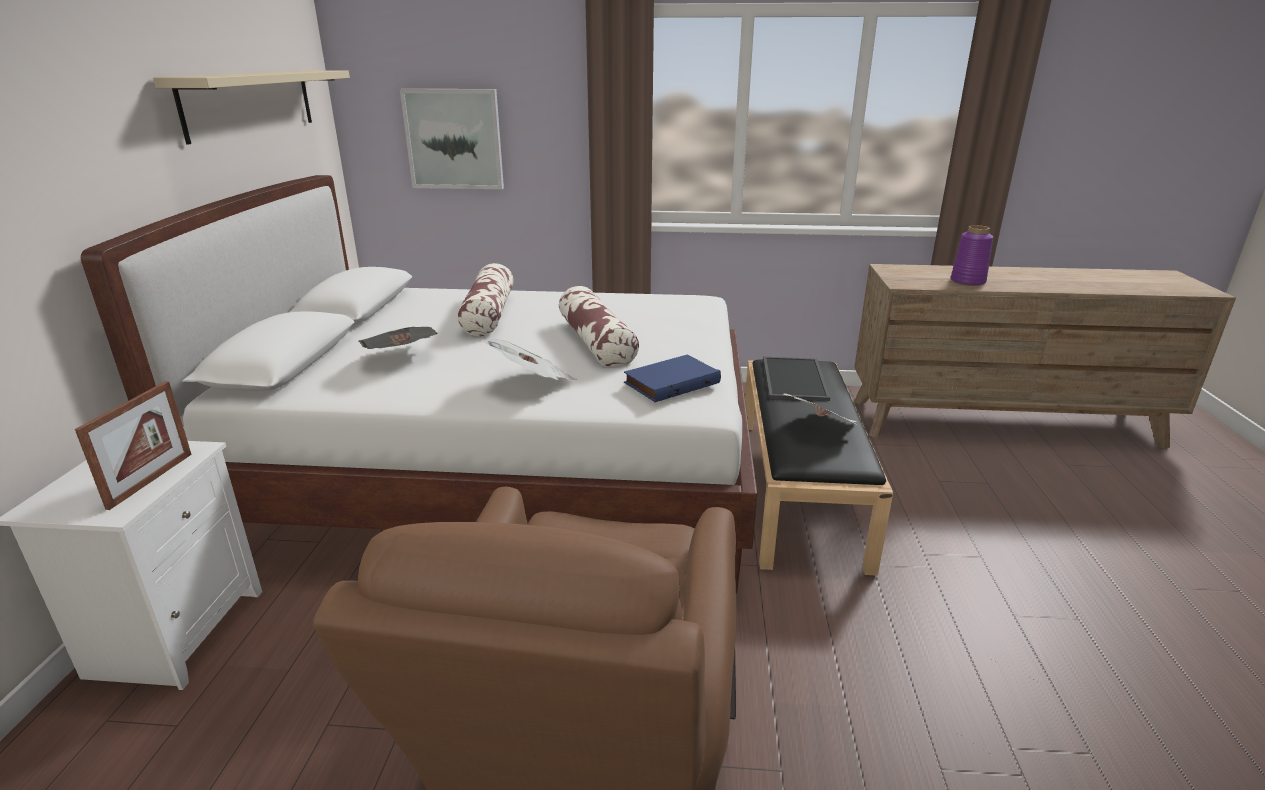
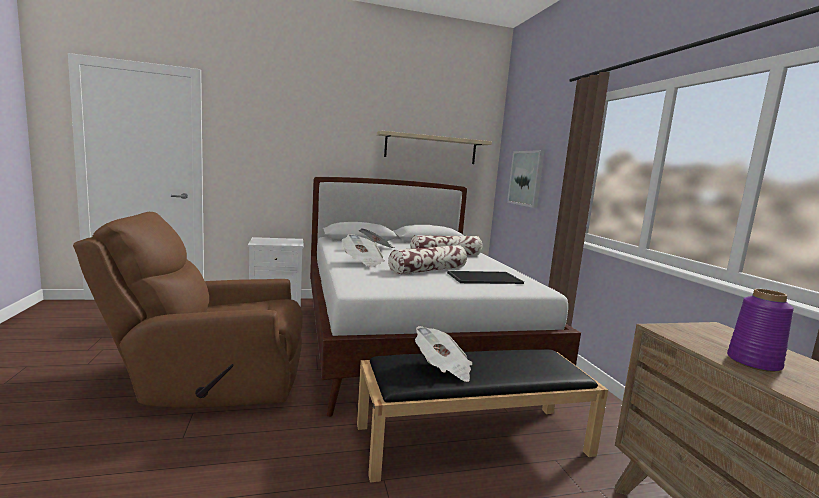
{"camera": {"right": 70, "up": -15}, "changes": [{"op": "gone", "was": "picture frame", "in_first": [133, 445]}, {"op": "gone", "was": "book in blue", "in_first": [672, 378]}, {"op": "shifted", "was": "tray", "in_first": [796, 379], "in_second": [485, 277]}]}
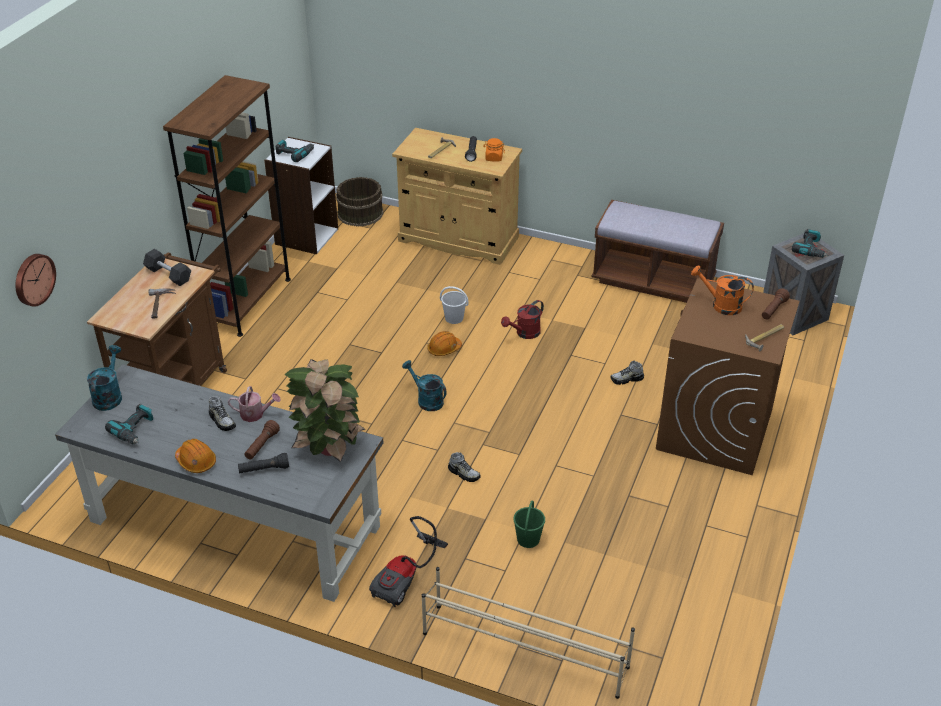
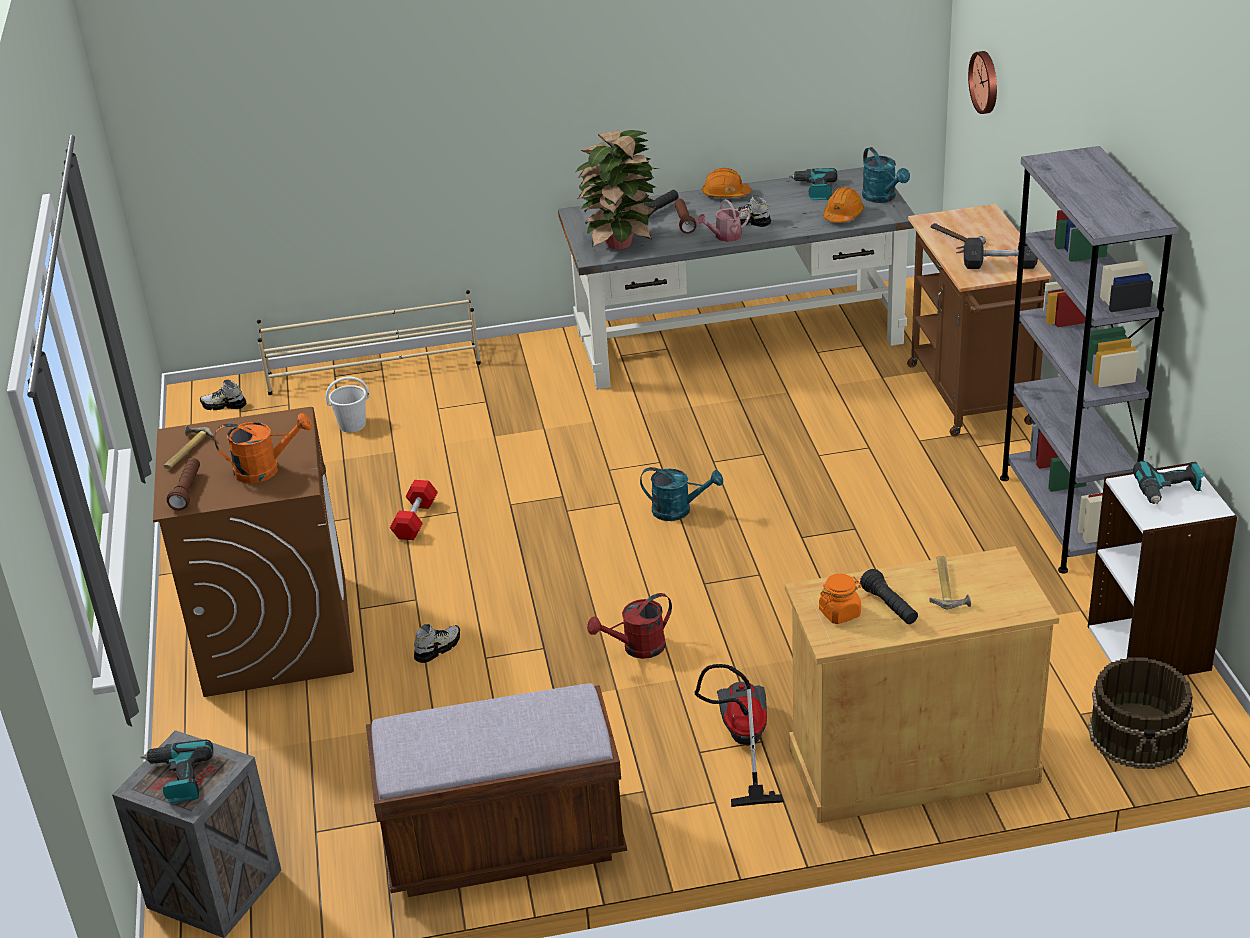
{"camera": {"right": 150, "up": -5}, "changes": [{"op": "repainted", "was": "bookcase in brown", "now": "bookcase in grey", "in_first": [227, 206], "in_second": [1089, 359]}, {"op": "shifted", "was": "vacuum cleaner", "in_first": [408, 561], "in_second": [739, 735]}, {"op": "shifted", "was": "hard hat in orange", "in_first": [444, 343], "in_second": [843, 205]}, {"op": "shifted", "was": "bucket in white", "in_first": [454, 305], "in_second": [348, 404]}, {"op": "shifted", "was": "shoe", "in_first": [464, 467], "in_second": [223, 395]}, {"op": "rotated", "was": "watering can in red", "in_first": [522, 319], "in_second": [629, 626], "clockwise": -135}, {"op": "gone", "was": "bucket in green", "in_first": [529, 524]}, {"op": "new", "now": "dumbbell in red", "in_second": [414, 510]}]}
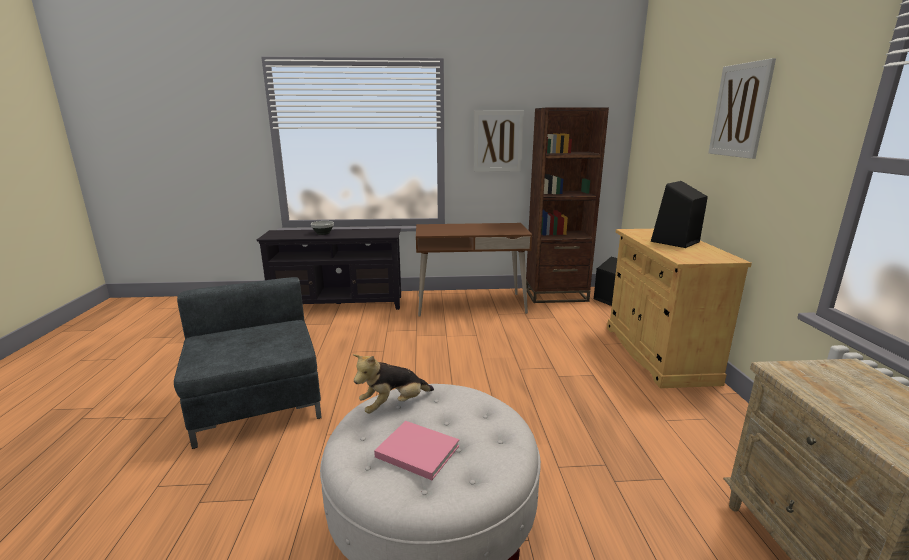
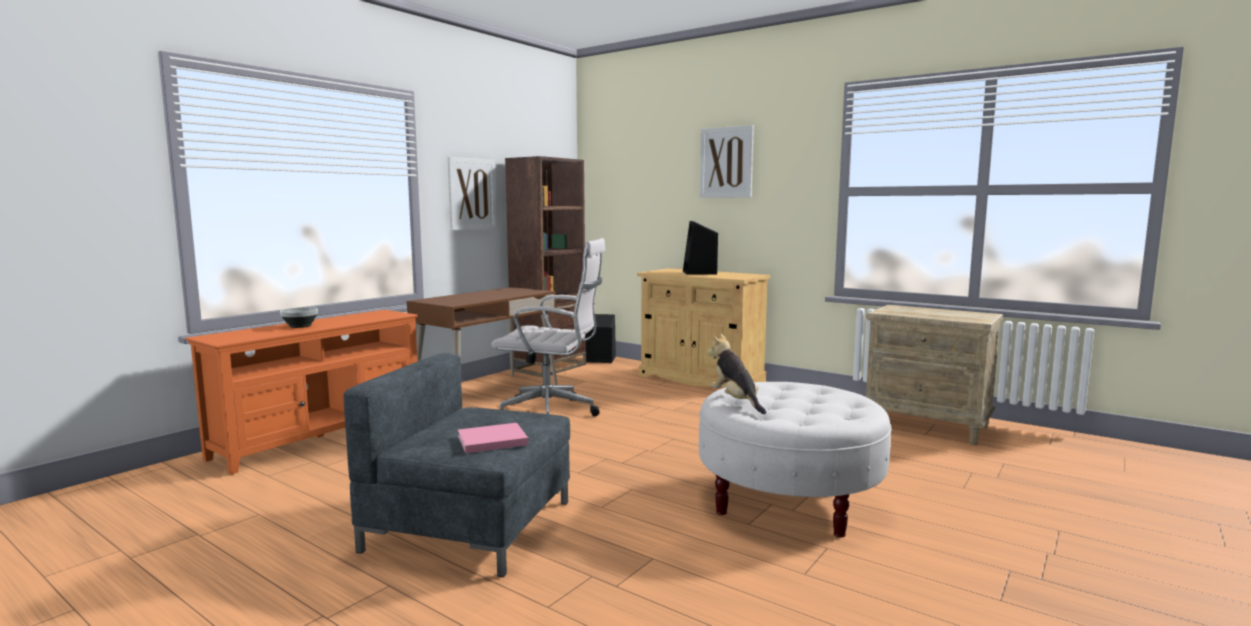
{"camera": {"right": -50, "up": -10}, "changes": [{"op": "repainted", "was": "tv stand in black", "now": "tv stand in orange", "in_first": [329, 269], "in_second": [301, 392]}, {"op": "rotated", "was": "plush toy", "in_first": [393, 384], "in_second": [736, 373], "clockwise": 150}, {"op": "shifted", "was": "book in pink", "in_first": [416, 450], "in_second": [493, 438]}, {"op": "new", "now": "office chair in white", "in_second": [548, 327]}]}
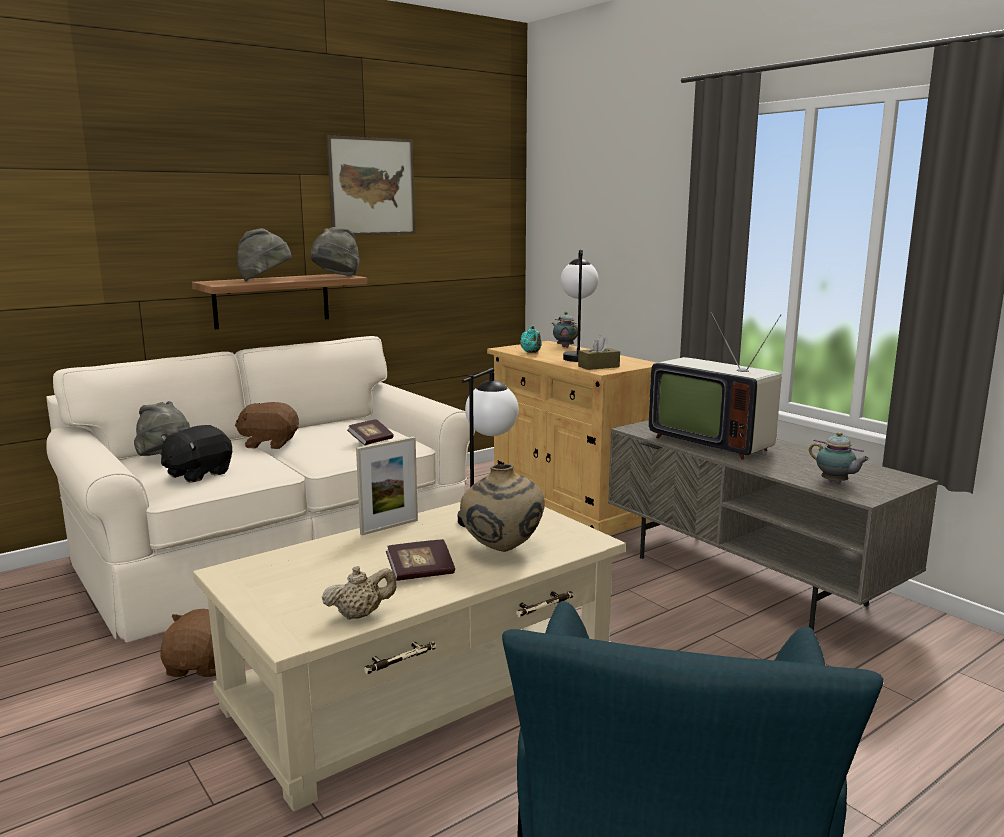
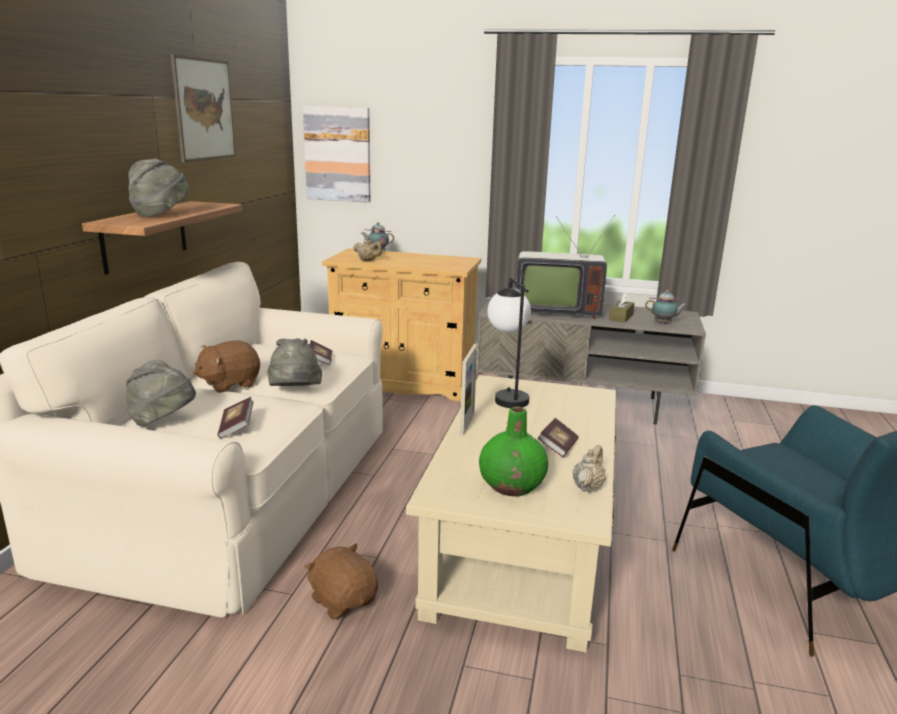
{"camera": {"right": -40, "up": 5}, "changes": [{"op": "swapped", "was": "plush toy in black", "now": "book", "in_first": [196, 454], "in_second": [235, 418]}, {"op": "shifted", "was": "hat in grey", "in_first": [335, 251], "in_second": [294, 362]}, {"op": "gone", "was": "vase in beige", "in_first": [502, 508]}, {"op": "repainted", "was": "teapot in turquoise", "now": "teapot in beige", "in_first": [531, 339], "in_second": [367, 249]}, {"op": "gone", "was": "table lamp", "in_first": [580, 305]}, {"op": "shifted", "was": "tissue box in brown", "in_first": [599, 352], "in_second": [622, 307]}, {"op": "new", "now": "picture", "in_second": [337, 154]}, {"op": "new", "now": "vase in green", "in_second": [513, 452]}]}
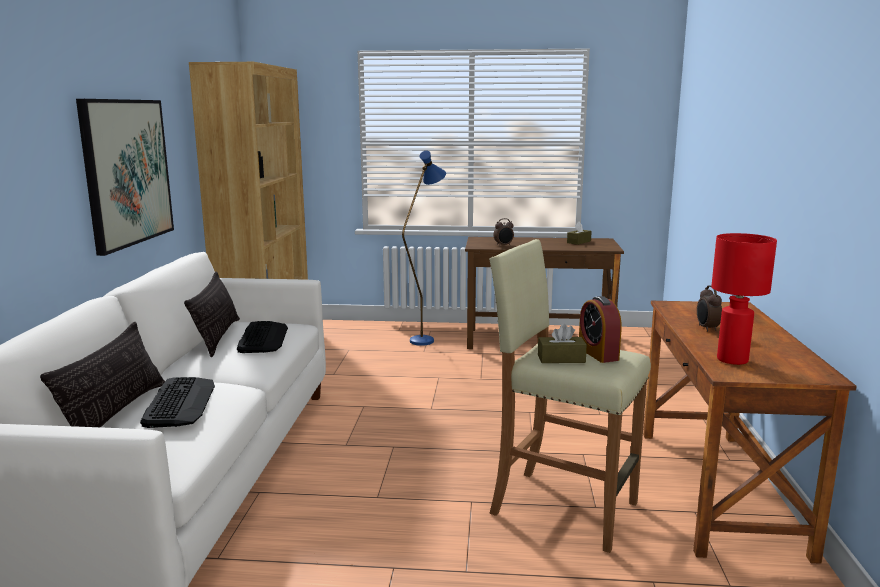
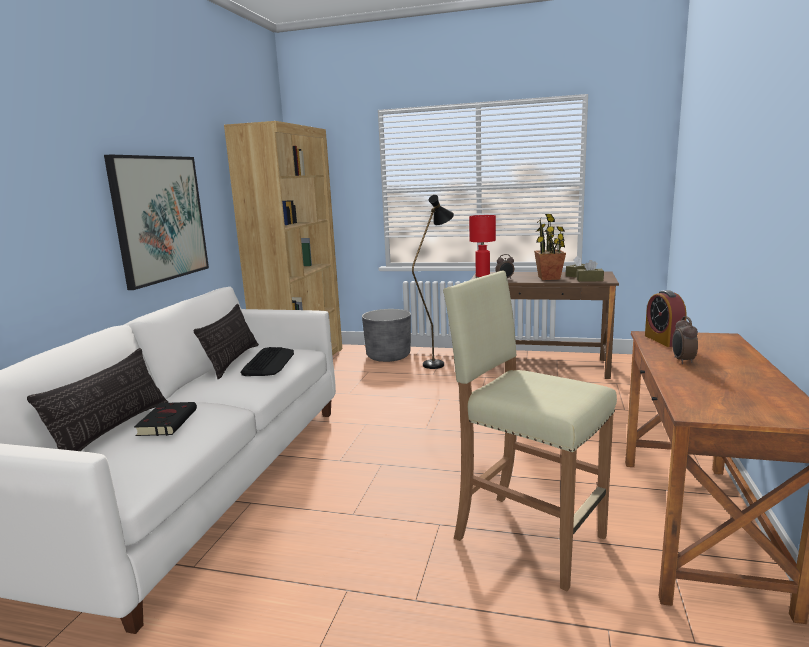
{"camera": {"right": 10, "up": 0}, "changes": [{"op": "swapped", "was": "keyboard", "now": "book in black", "in_first": [177, 402], "in_second": [165, 419]}, {"op": "repainted", "was": "floor lamp in blue", "now": "floor lamp in black", "in_first": [424, 248], "in_second": [433, 282]}, {"op": "shifted", "was": "tissue box in brown", "in_first": [562, 343], "in_second": [590, 271]}, {"op": "shifted", "was": "alarm clock", "in_first": [600, 329], "in_second": [665, 318]}, {"op": "shifted", "was": "table lamp in red", "in_first": [744, 299], "in_second": [482, 246]}, {"op": "new", "now": "planter in grey", "in_second": [386, 335]}, {"op": "new", "now": "potted plant", "in_second": [550, 247]}]}
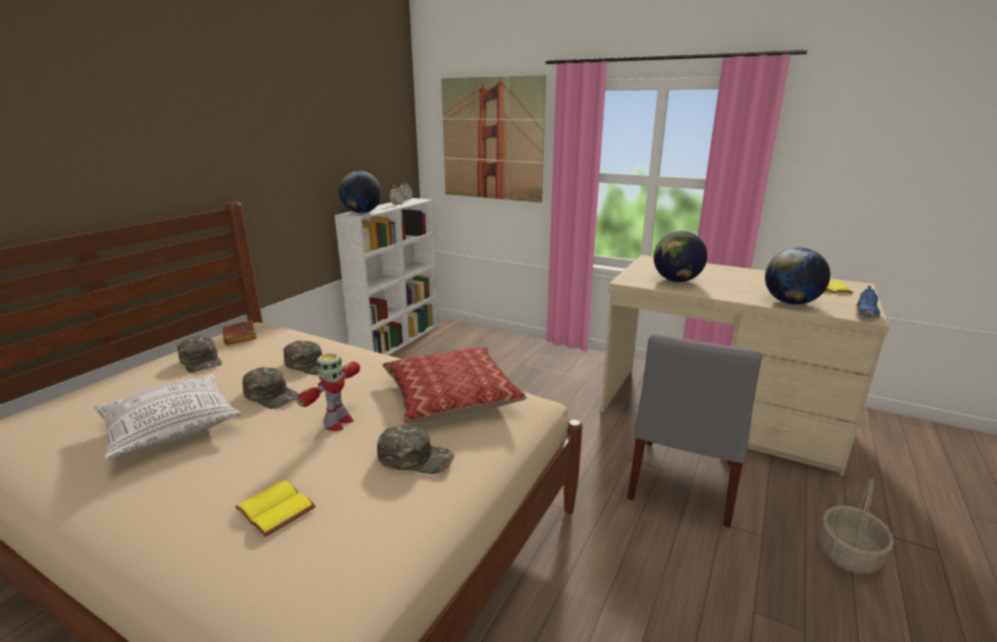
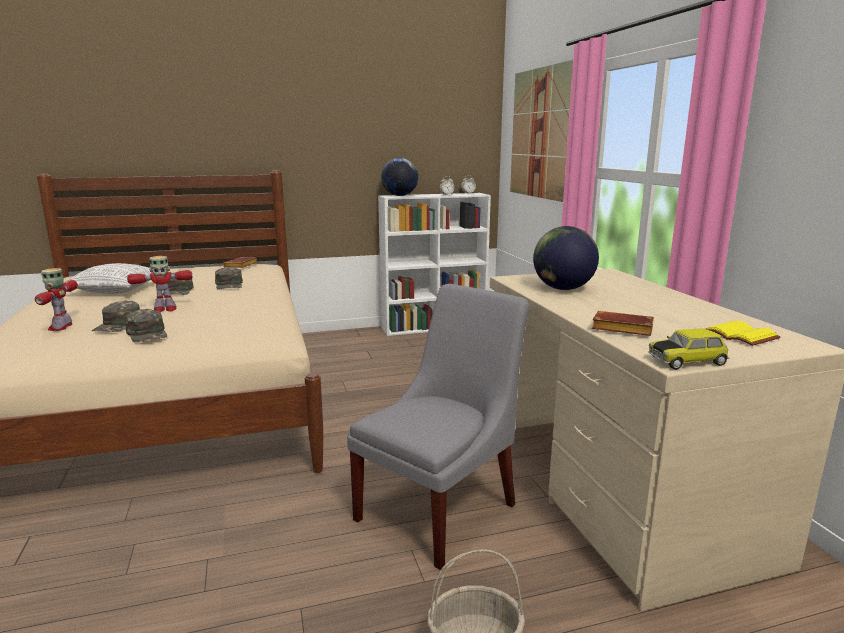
{"camera": {"right": 45, "up": -5}, "changes": [{"op": "shifted", "was": "cap in green", "in_first": [199, 354], "in_second": [116, 316]}, {"op": "swapped", "was": "book in yellow", "now": "toy robot", "in_first": [275, 508], "in_second": [56, 299]}, {"op": "gone", "was": "pillow", "in_first": [454, 385]}, {"op": "rotated", "was": "chair in grey", "in_first": [694, 431], "in_second": [438, 427], "clockwise": 150}, {"op": "swapped", "was": "globe", "now": "book in brown", "in_first": [797, 276], "in_second": [623, 323]}, {"op": "swapped", "was": "shoe in blue", "now": "toy car", "in_first": [868, 302], "in_second": [688, 349]}]}
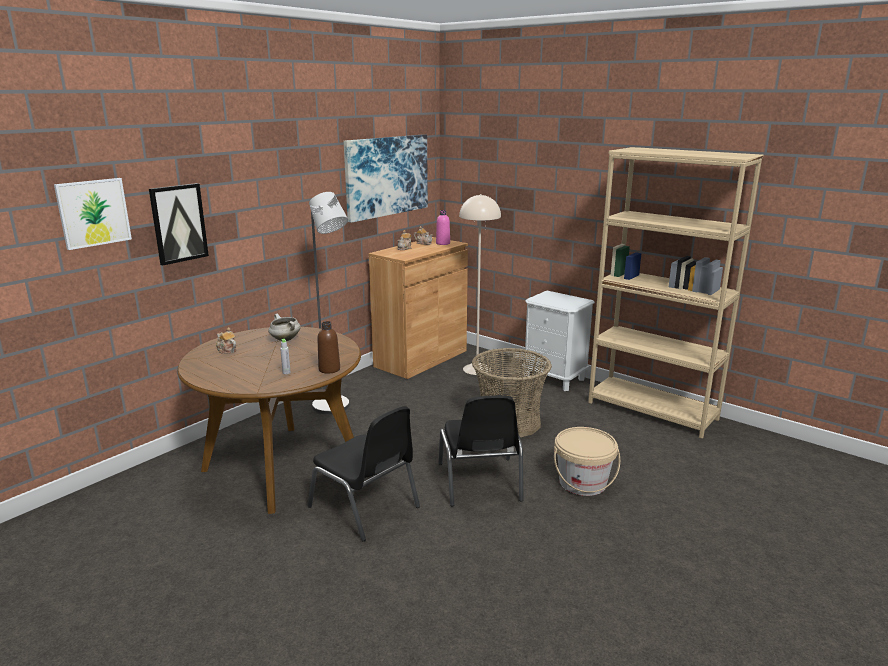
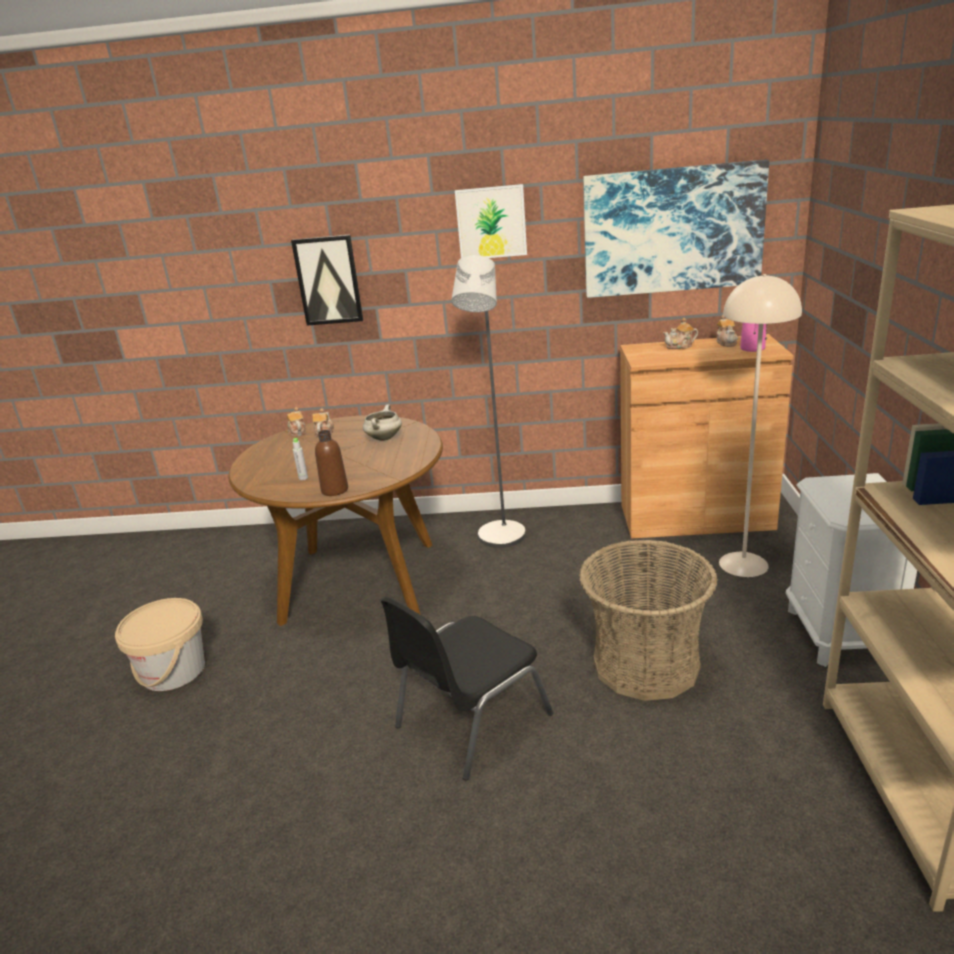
{"camera": {"right": 55, "up": 5}, "changes": [{"op": "shifted", "was": "picture", "in_first": [93, 214], "in_second": [491, 221]}, {"op": "gone", "was": "chair in black", "in_first": [364, 473]}, {"op": "shifted", "was": "bucket in beige", "in_first": [587, 461], "in_second": [160, 644]}, {"op": "new", "now": "teapot", "in_second": [296, 421]}]}
